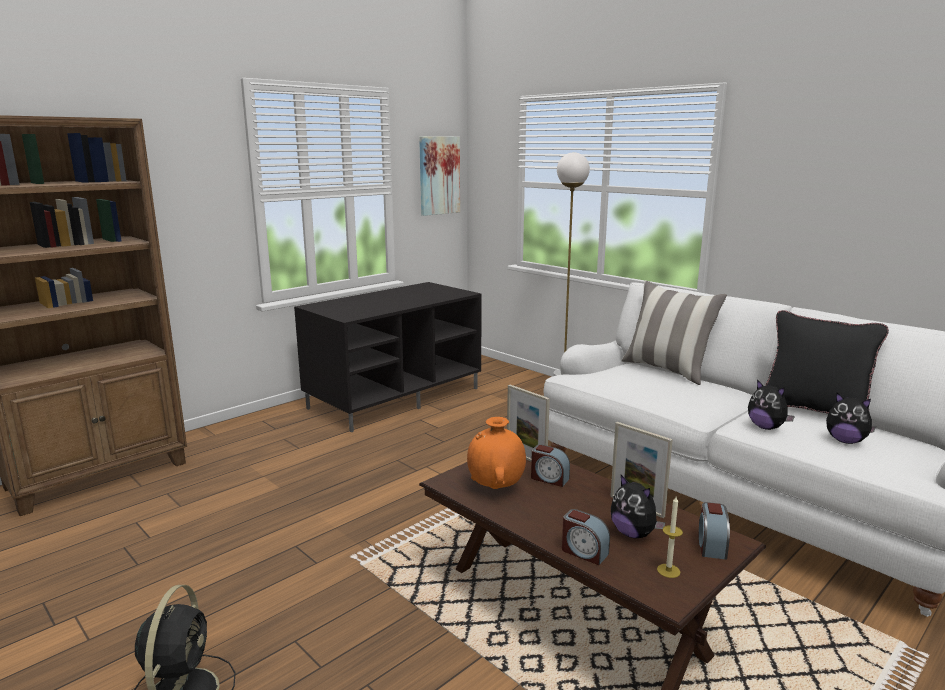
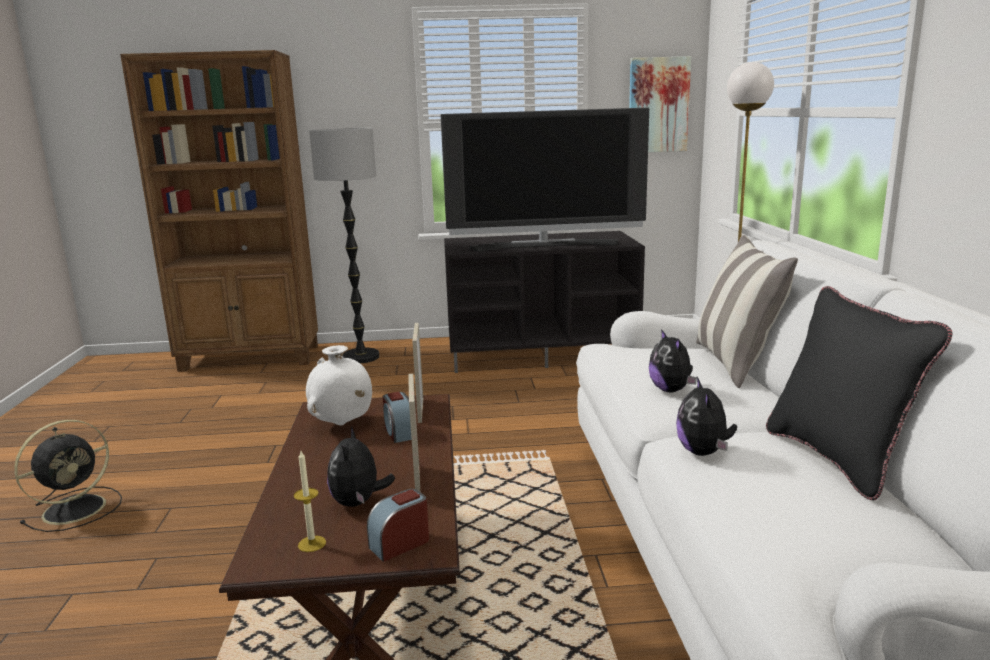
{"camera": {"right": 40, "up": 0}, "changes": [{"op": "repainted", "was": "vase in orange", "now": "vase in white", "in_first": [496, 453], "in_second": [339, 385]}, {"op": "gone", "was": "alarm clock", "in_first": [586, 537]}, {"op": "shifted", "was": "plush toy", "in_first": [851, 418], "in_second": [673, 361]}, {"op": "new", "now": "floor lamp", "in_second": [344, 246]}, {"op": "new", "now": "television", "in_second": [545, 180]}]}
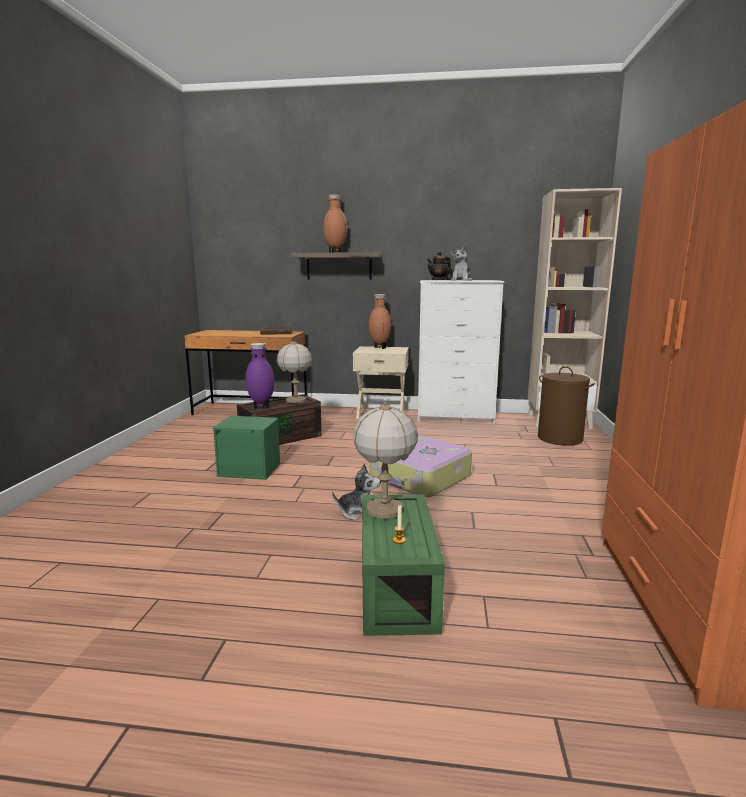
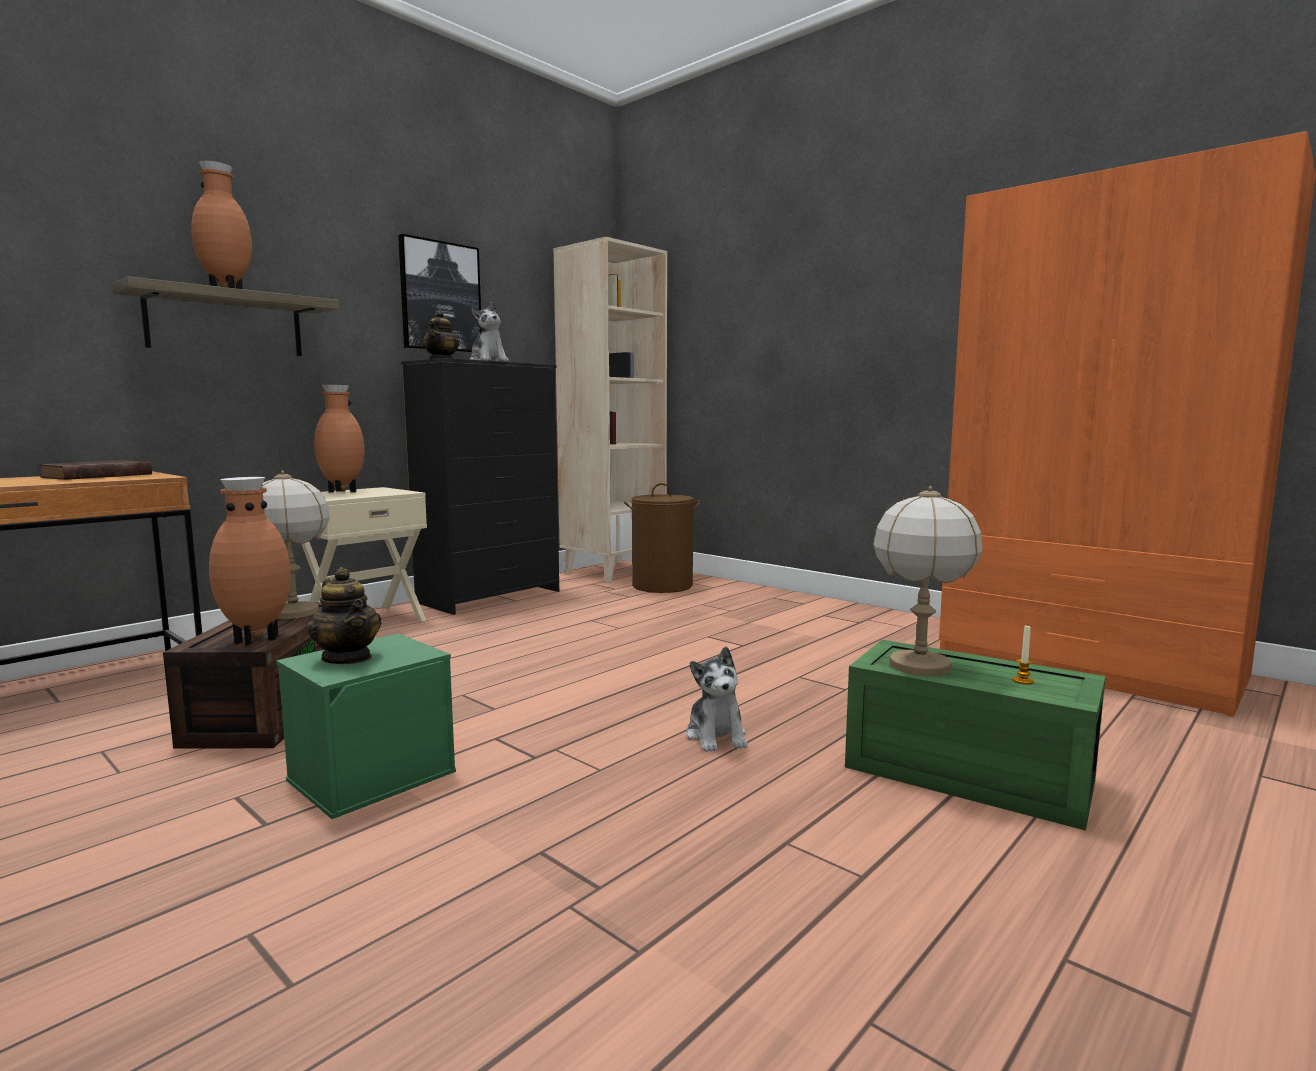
{"camera": {"right": -55, "up": -5}, "changes": [{"op": "repainted", "was": "vase in purple", "now": "vase in brown", "in_first": [260, 376], "in_second": [250, 561]}, {"op": "rotated", "was": "plush toy", "in_first": [356, 492], "in_second": [717, 699], "clockwise": 120}, {"op": "gone", "was": "suitcase", "in_first": [420, 466]}, {"op": "repainted", "was": "dresser in white", "now": "dresser in black", "in_first": [461, 352], "in_second": [480, 486]}, {"op": "new", "now": "teapot", "in_second": [344, 615]}, {"op": "new", "now": "picture", "in_second": [439, 293]}]}
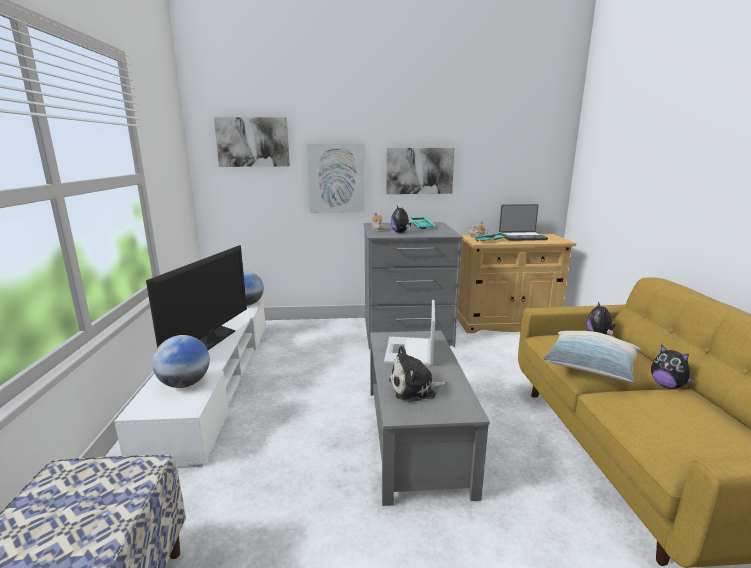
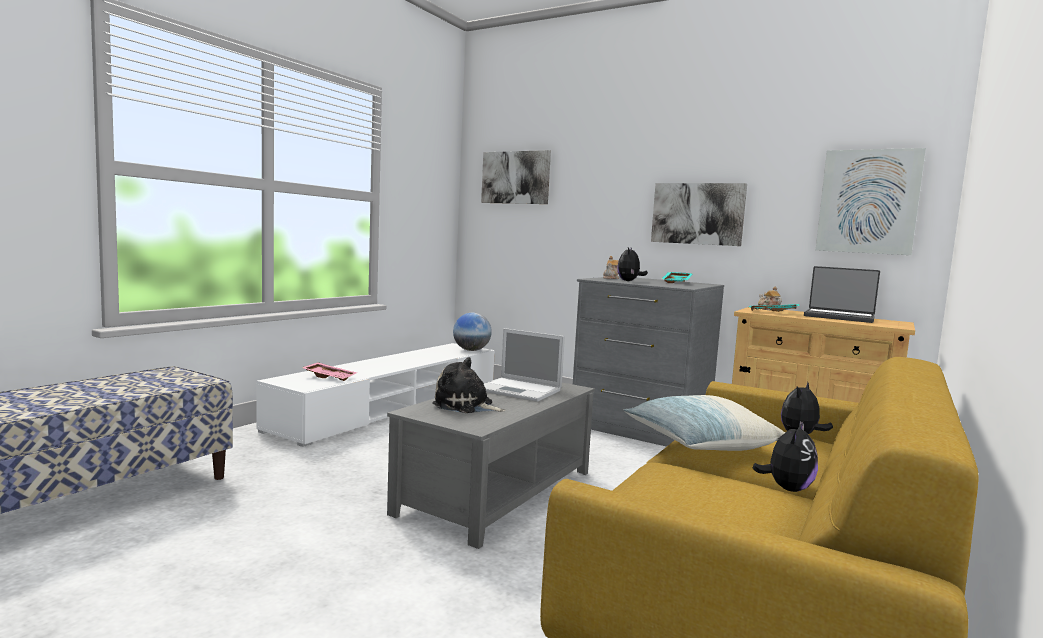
{"camera": {"right": 35, "up": -10}, "changes": [{"op": "gone", "was": "television", "in_first": [196, 297]}, {"op": "swapped", "was": "globe", "now": "tray in pink", "in_first": [181, 361], "in_second": [329, 371]}, {"op": "shifted", "was": "picture", "in_first": [336, 178], "in_second": [871, 201]}, {"op": "rotated", "was": "laptop", "in_first": [409, 333], "in_second": [524, 365], "clockwise": -105}, {"op": "rotated", "was": "plush toy", "in_first": [673, 366], "in_second": [785, 456], "clockwise": -150}]}
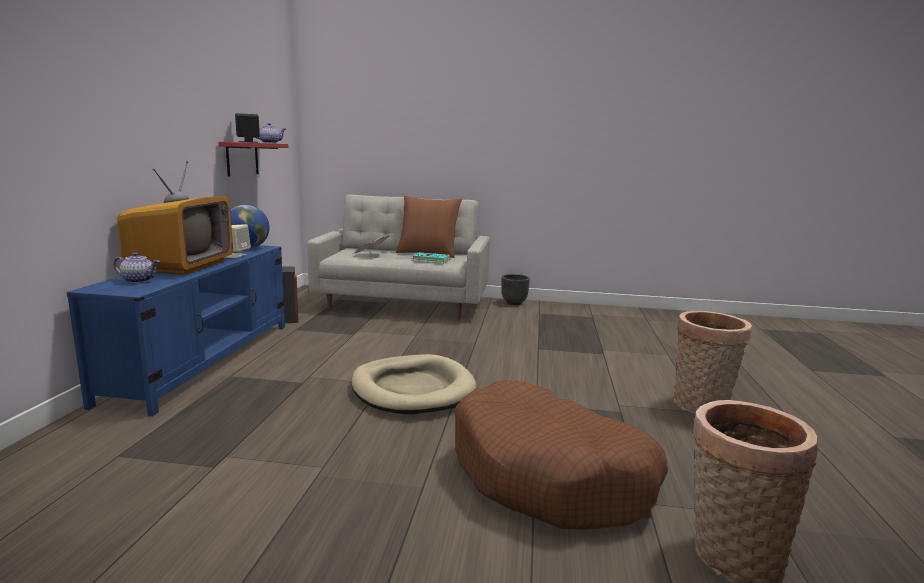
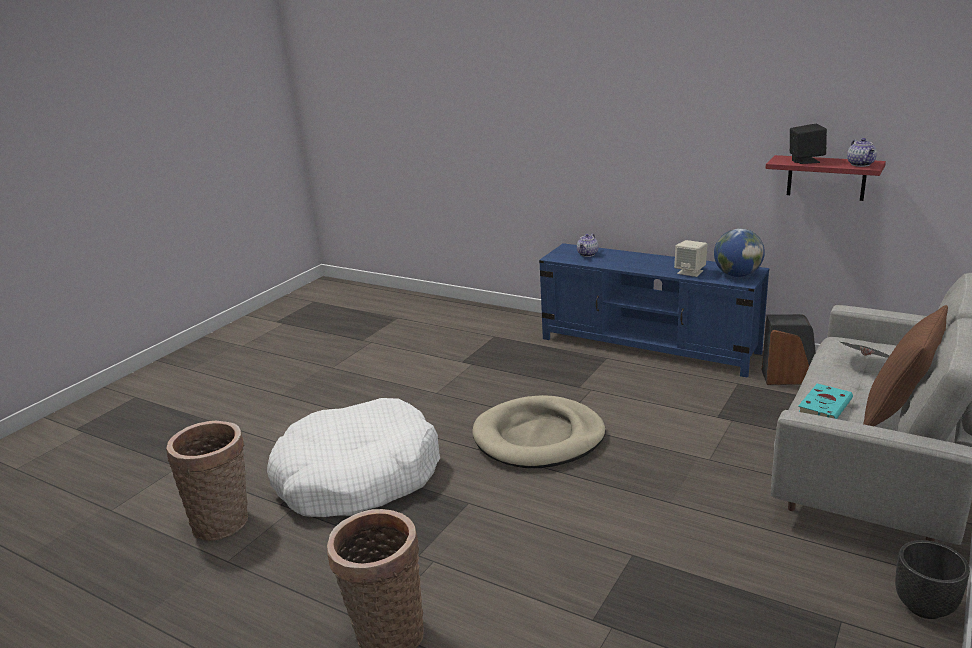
{"camera": {"right": 115, "up": 10}, "changes": [{"op": "gone", "was": "television", "in_first": [175, 218]}, {"op": "repainted", "was": "dog bed in brown", "now": "dog bed in white", "in_first": [561, 455], "in_second": [353, 457]}]}
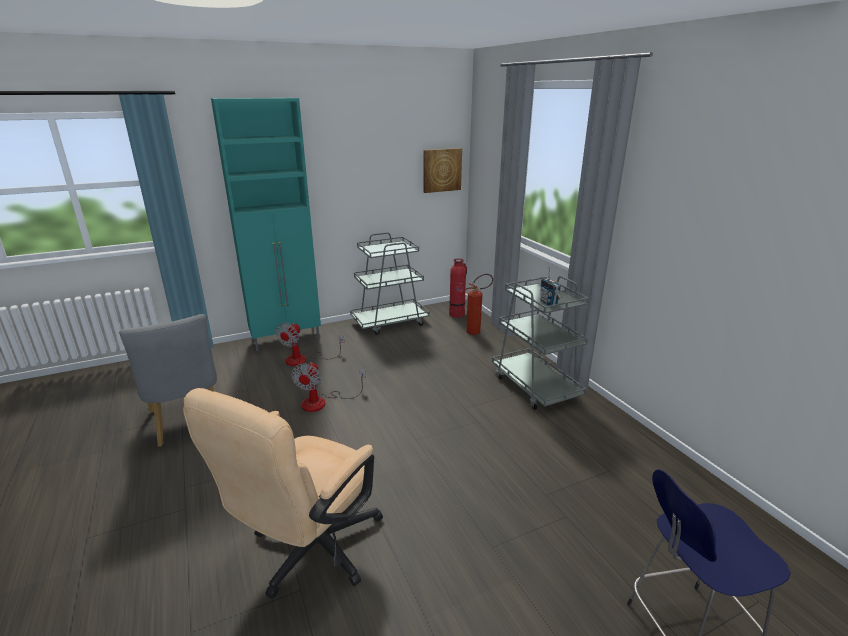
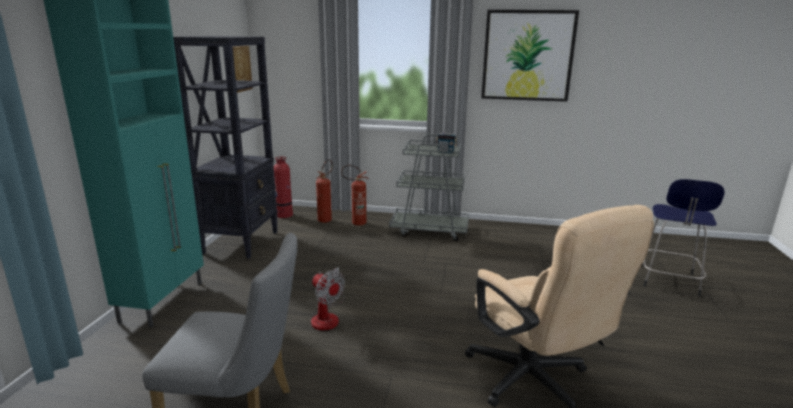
{"camera": {"right": -55, "up": -5}, "changes": [{"op": "gone", "was": "fan", "in_first": [310, 344]}, {"op": "swapped", "was": "cart in grey", "now": "bookcase in black", "in_first": [390, 283], "in_second": [225, 147]}, {"op": "new", "now": "fire extinguisher", "in_second": [355, 195]}, {"op": "new", "now": "picture", "in_second": [530, 56]}]}
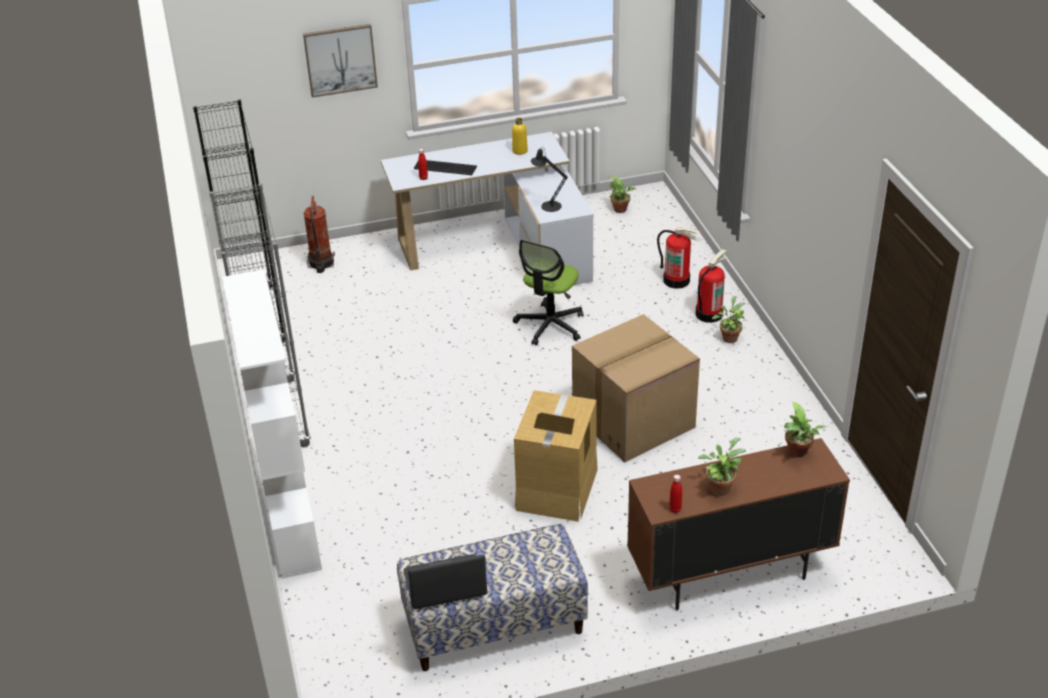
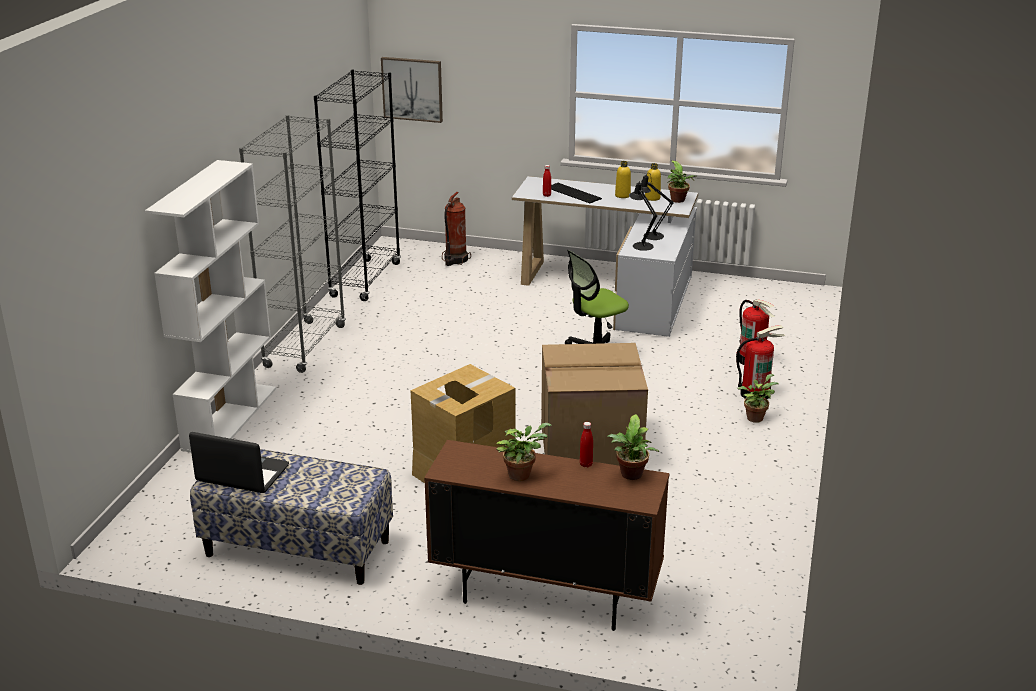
{"camera": {"right": 30, "up": -10}, "changes": [{"op": "shifted", "was": "picture", "in_first": [340, 61], "in_second": [412, 90]}, {"op": "shifted", "was": "potted plant", "in_first": [622, 195], "in_second": [682, 181]}, {"op": "shifted", "was": "bottle in red", "in_first": [675, 494], "in_second": [586, 445]}, {"op": "new", "now": "bottle in yellow", "in_second": [623, 179]}, {"op": "new", "now": "table lamp in black", "in_second": [657, 206]}]}
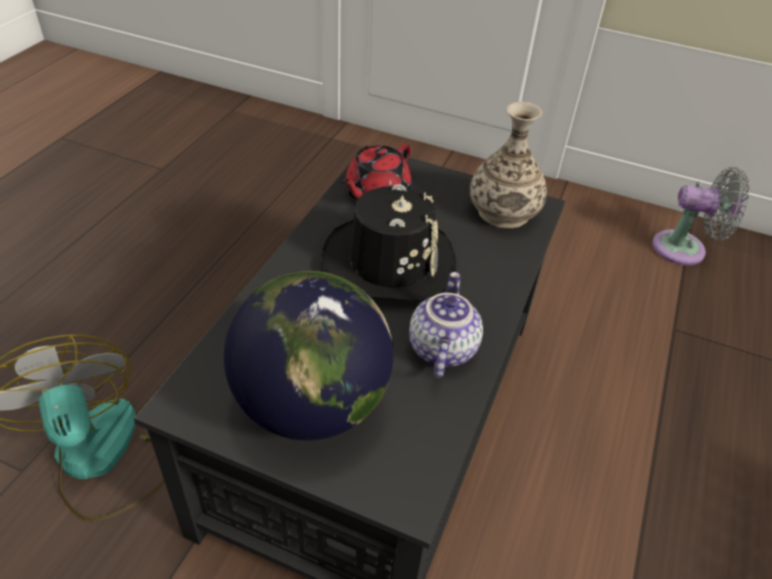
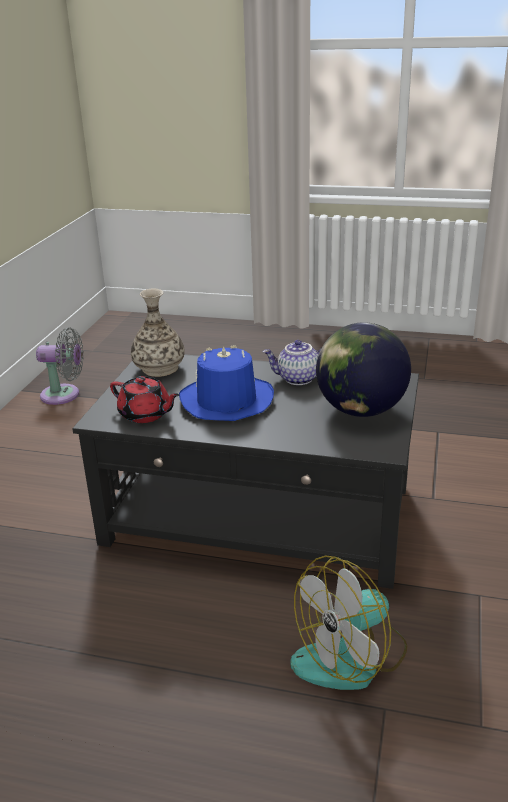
{"camera": {"right": -95, "up": -15}, "changes": [{"op": "repainted", "was": "hat in black", "now": "hat in blue", "in_first": [389, 243], "in_second": [226, 383]}, {"op": "rotated", "was": "fan in grey", "in_first": [700, 216], "in_second": [60, 366], "clockwise": 90}]}
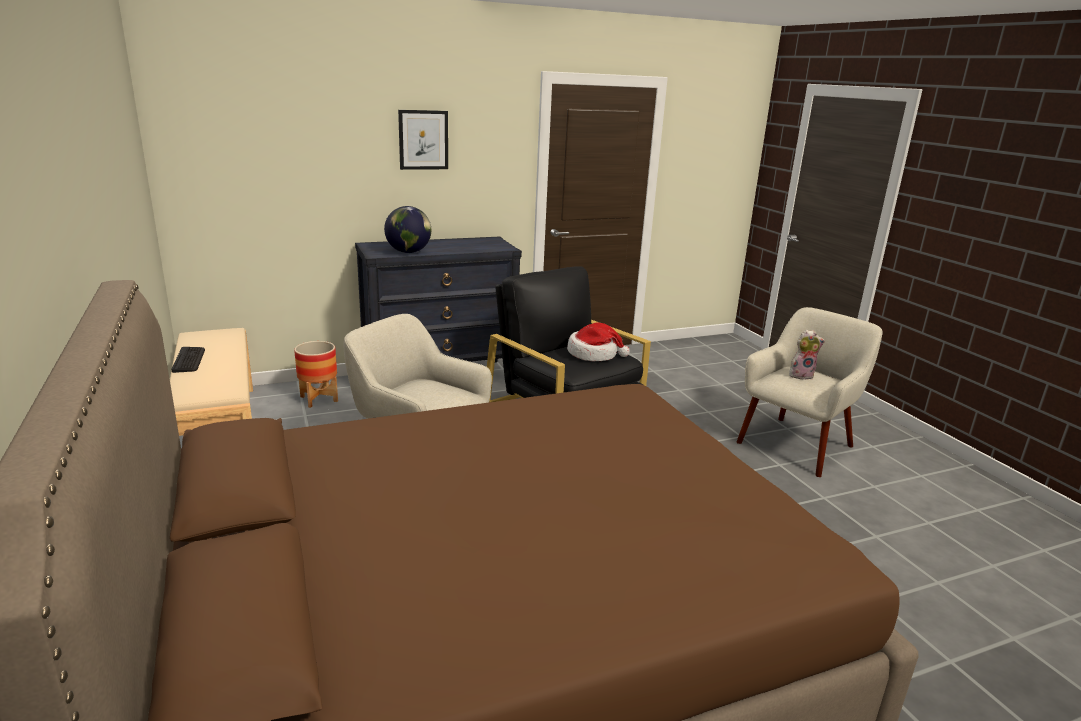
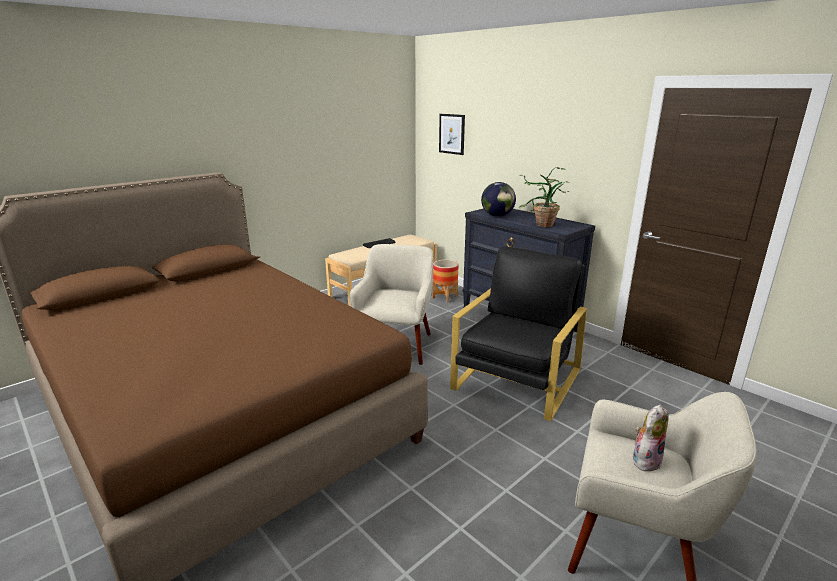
{"camera": {"right": 70, "up": 0}, "changes": [{"op": "shifted", "was": "picture", "in_first": [423, 140], "in_second": [452, 134]}, {"op": "gone", "was": "hat", "in_first": [598, 341]}, {"op": "rotated", "was": "plush toy", "in_first": [807, 355], "in_second": [651, 438], "clockwise": -105}, {"op": "new", "now": "potted plant", "in_second": [544, 197]}]}
